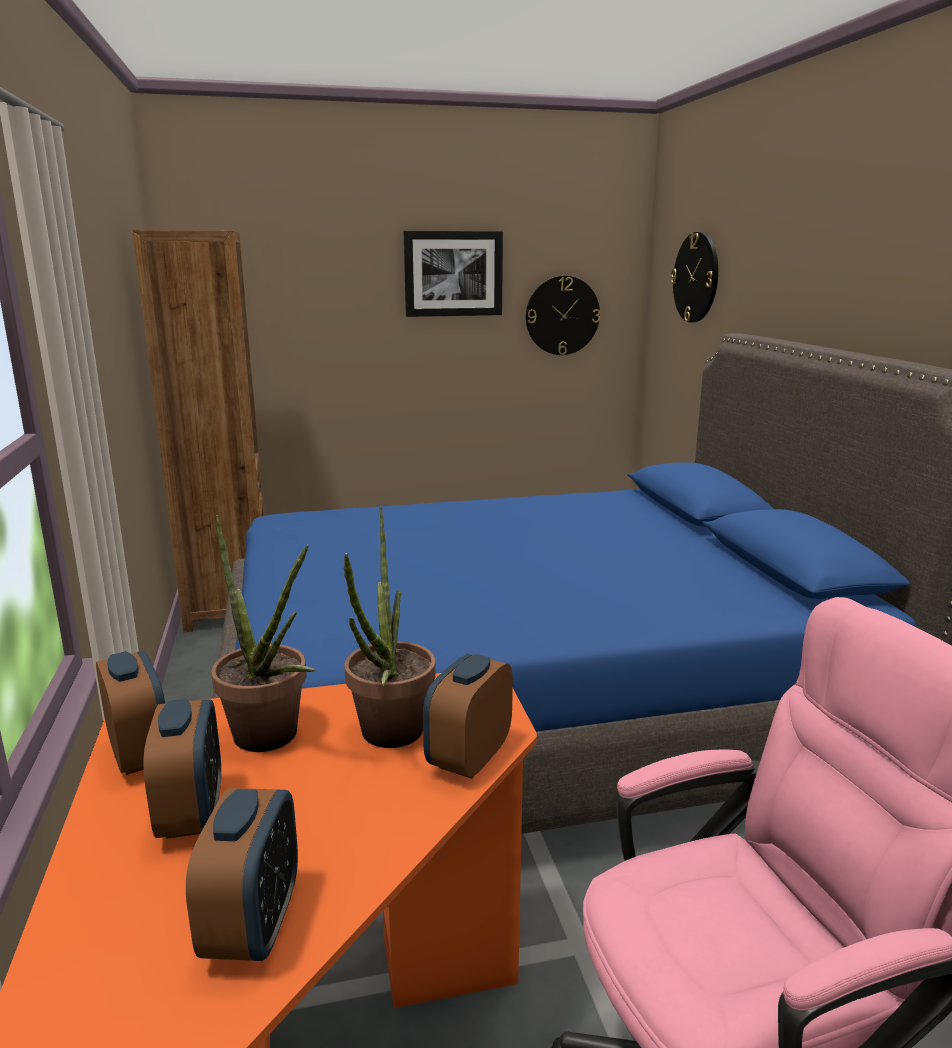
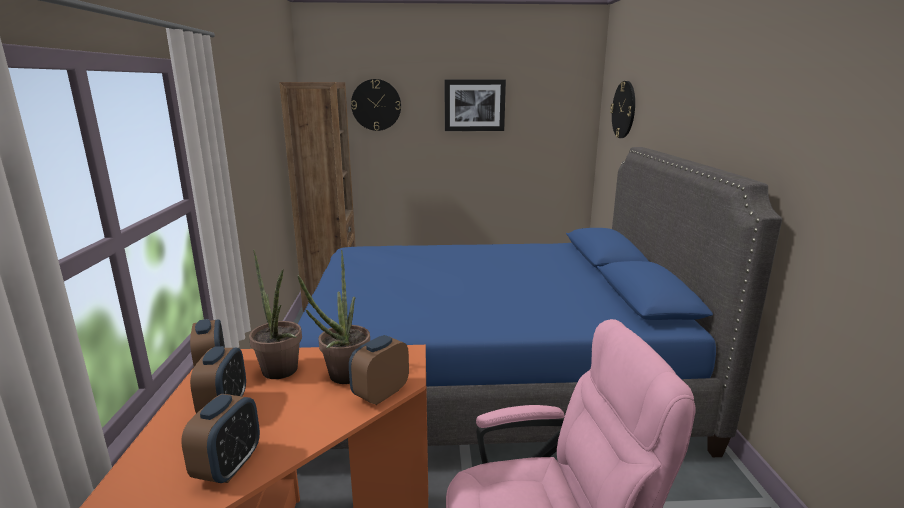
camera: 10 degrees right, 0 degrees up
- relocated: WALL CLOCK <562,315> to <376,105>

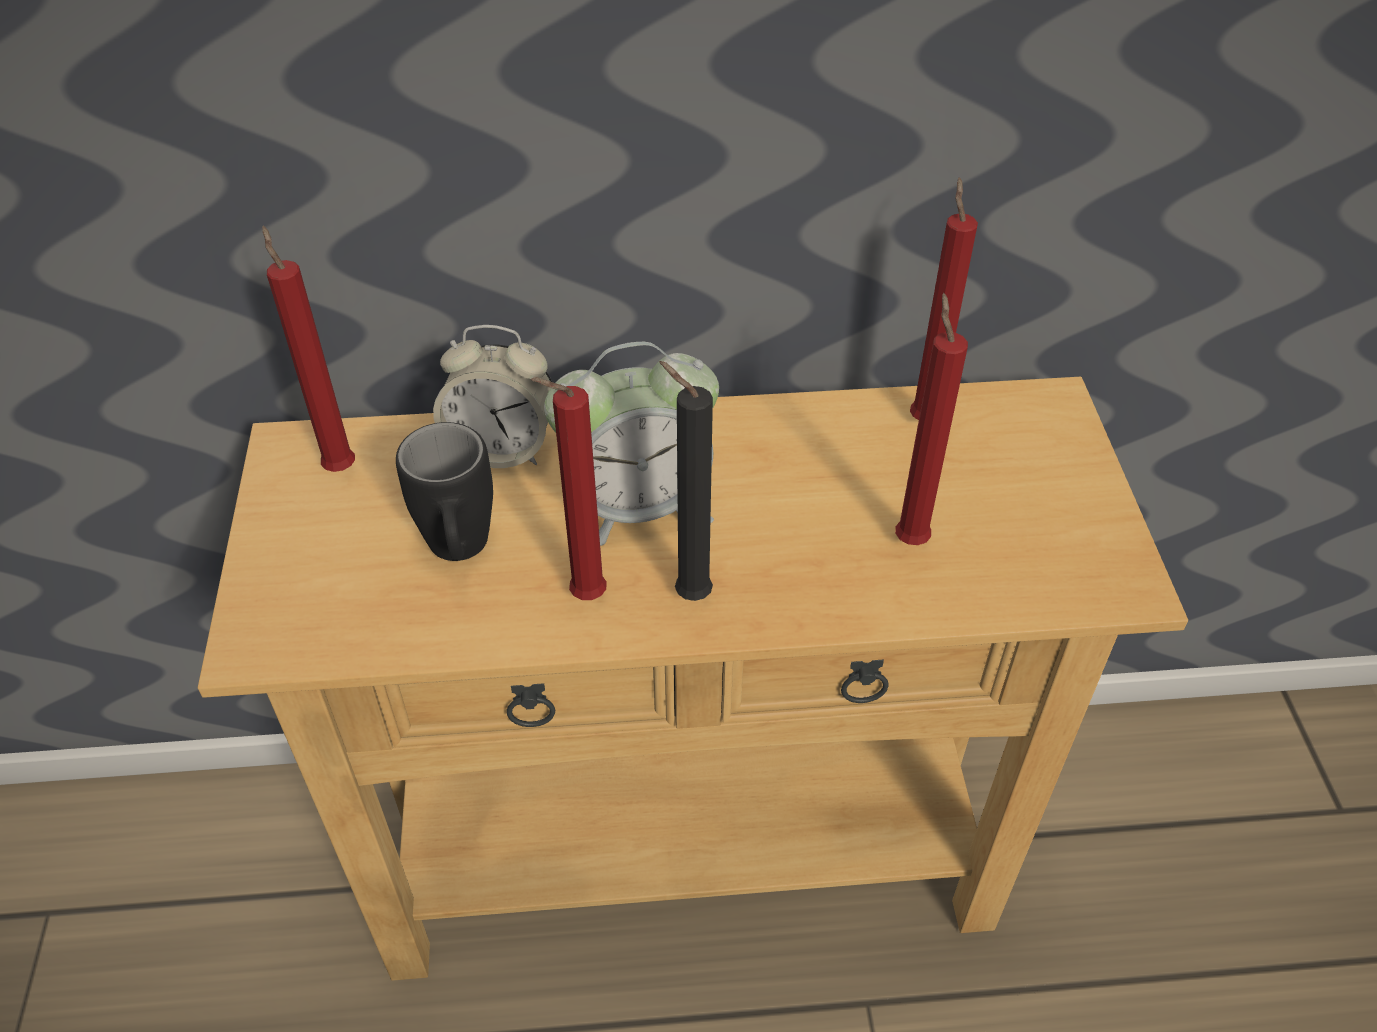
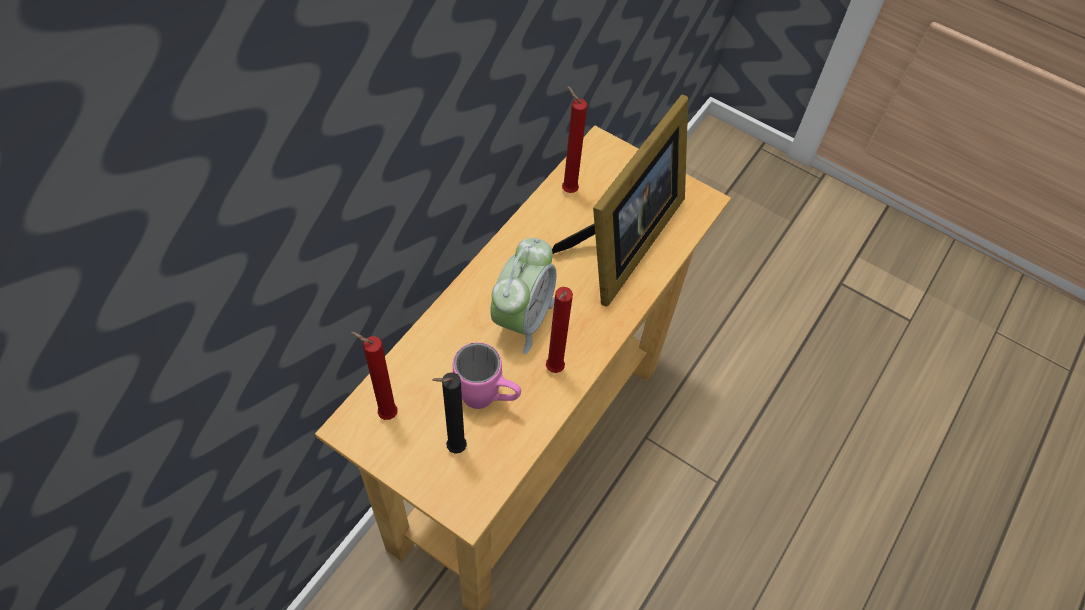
camera: 55 degrees left, 10 degrees up
- exchanged: RED CANDLE <909,537> to PICTURE FRAME <623,243>
- missing: ALARM CLOCK <502,448>
- relocated: BLACK CANDLE <687,593> to <453,448>
- colour: BLACK MUG <460,555> to PINK MUG <488,399>

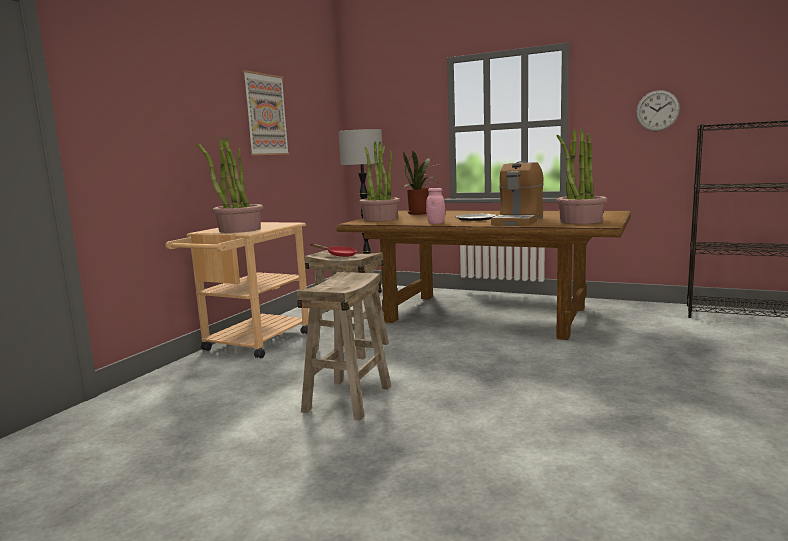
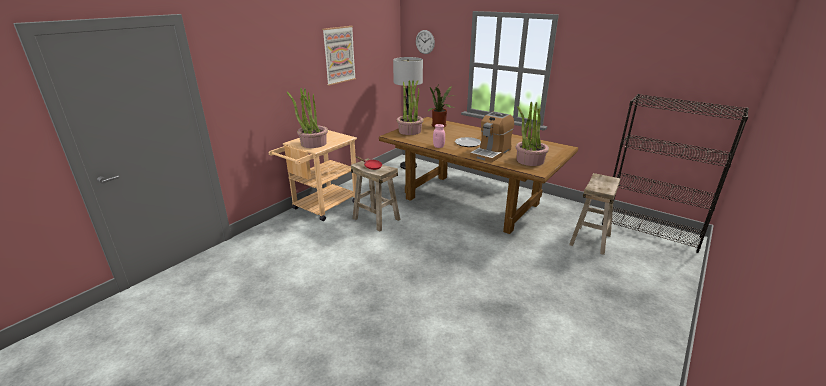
camera: 10 degrees right, 15 degrees up
- relocated: WALL CLOCK <657,110> to <425,42>
- relocated: BEIGE STOOL <348,399> to <590,240>

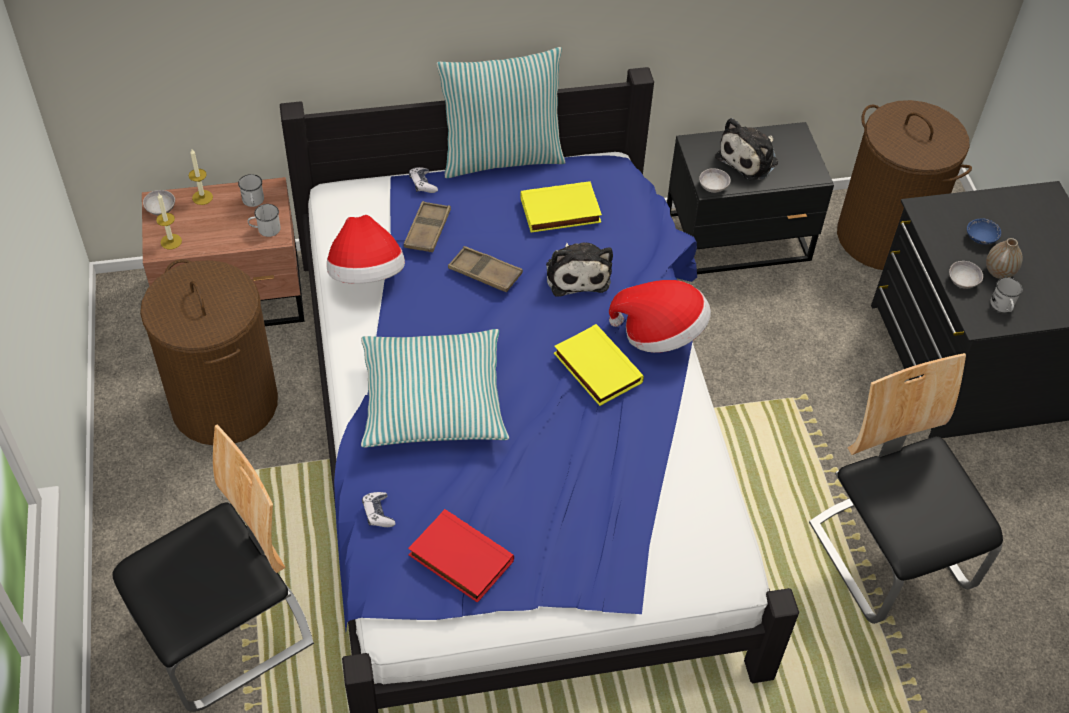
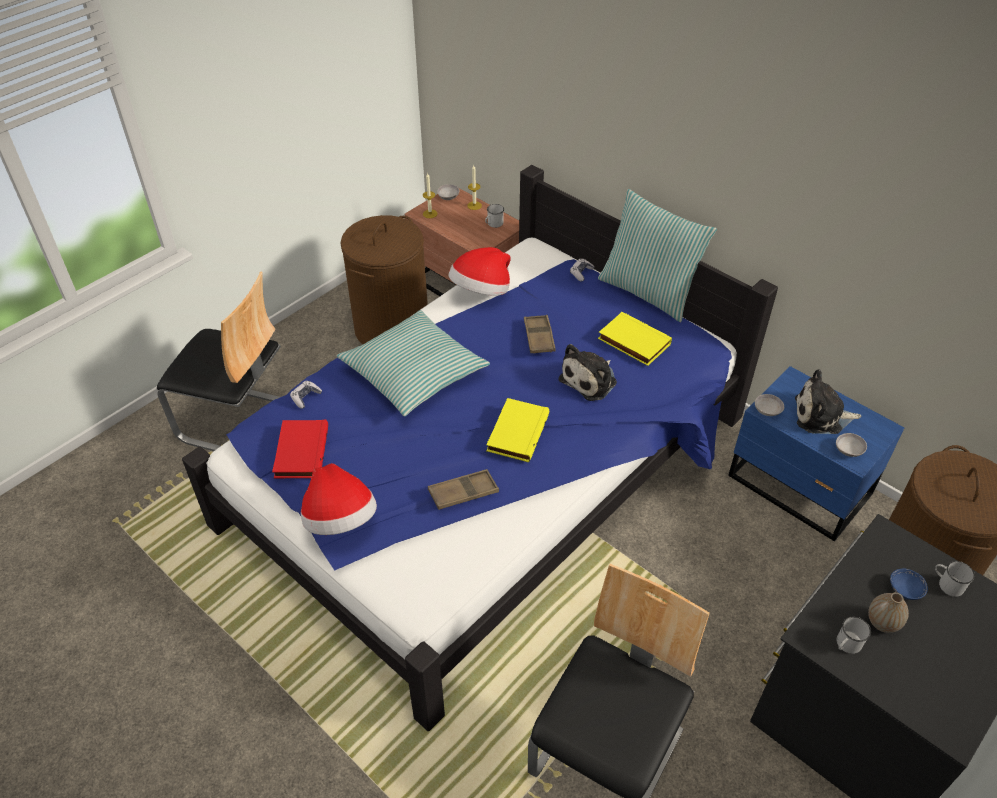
camera: 55 degrees right, 5 degrees down
- colour: BLACK NIGHTSTAND <740,239> to BLUE NIGHTSTAND <800,487>
- relocated: BROWN TRAY <427,230> to <463,492>
- relocated: WHITE MUG <265,229> to <947,584>
- relocated: GREY BOWL <962,281> to <848,450>
- relocated: HAT <660,333> to <340,520>

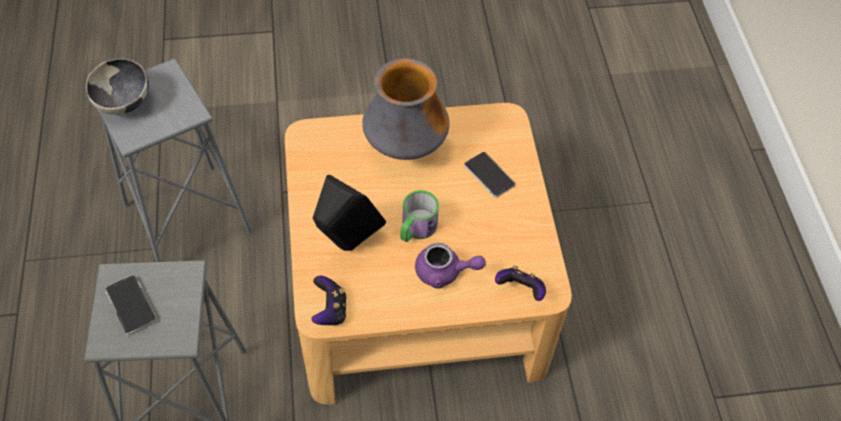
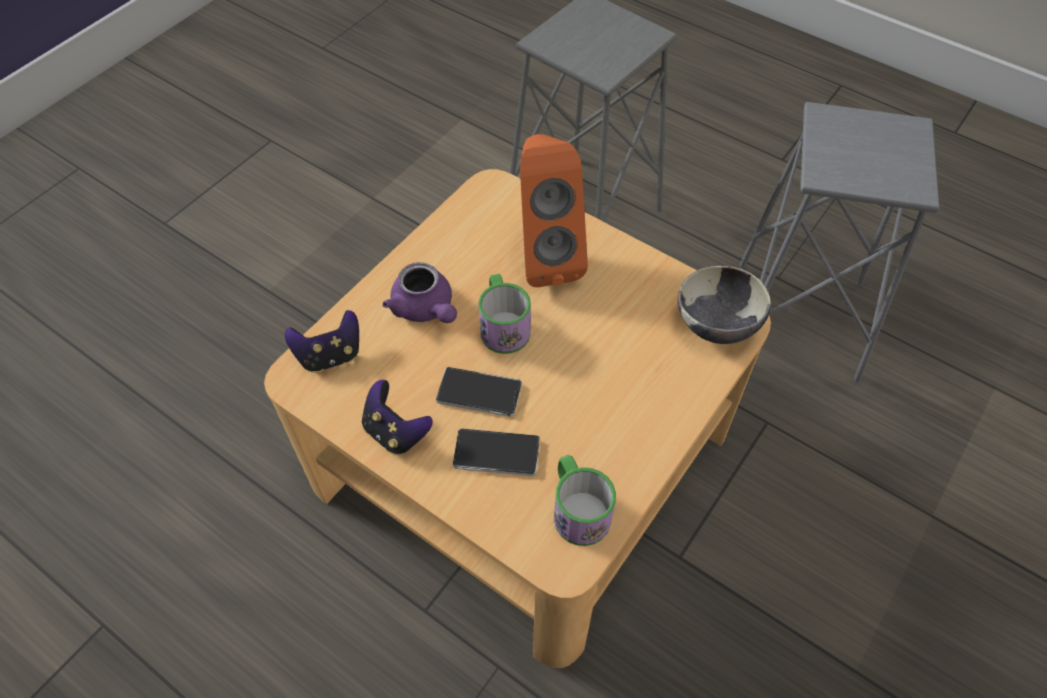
camera: 135 degrees right, 0 degrees up
- relocated: BOWL <124,103> to <716,326>
- missing: VASE <405,148>
- colour: BLACK SPEAKER <348,245> to ORANGE SPEAKER <545,257>
- spun: PURPLE TEAPOT <444,272> = <425,309> 90 degrees counterclockwise
- relocated: PHONE <131,306> to <479,393>
- relocated: GAME CONTROLLER <330,310> to <395,432>
- appeared: MUG <577,508>

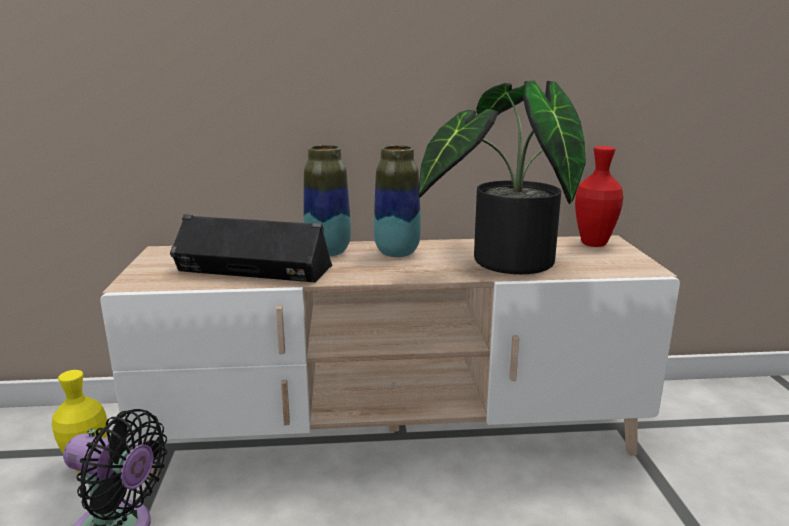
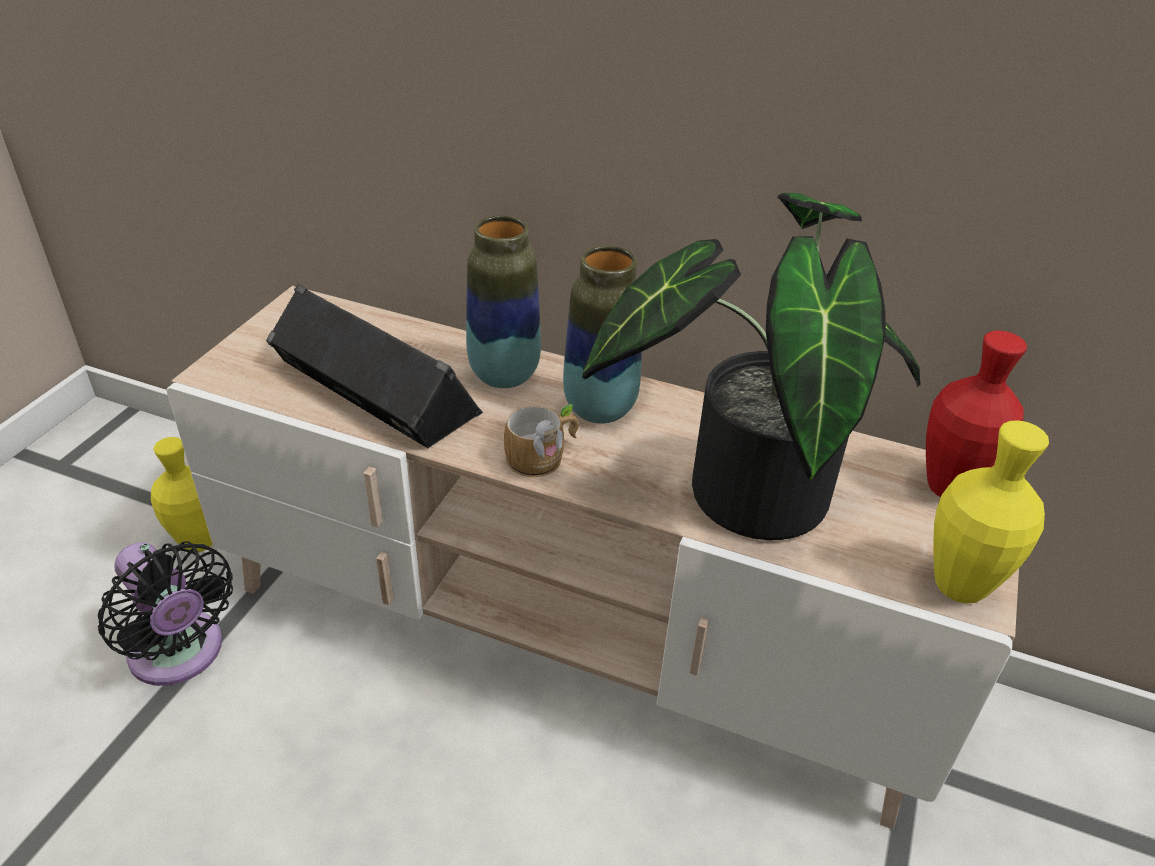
camera: 25 degrees right, 20 degrees up
- appeared: MUG <544,456>
- appeared: YELLOW VASE <959,586>

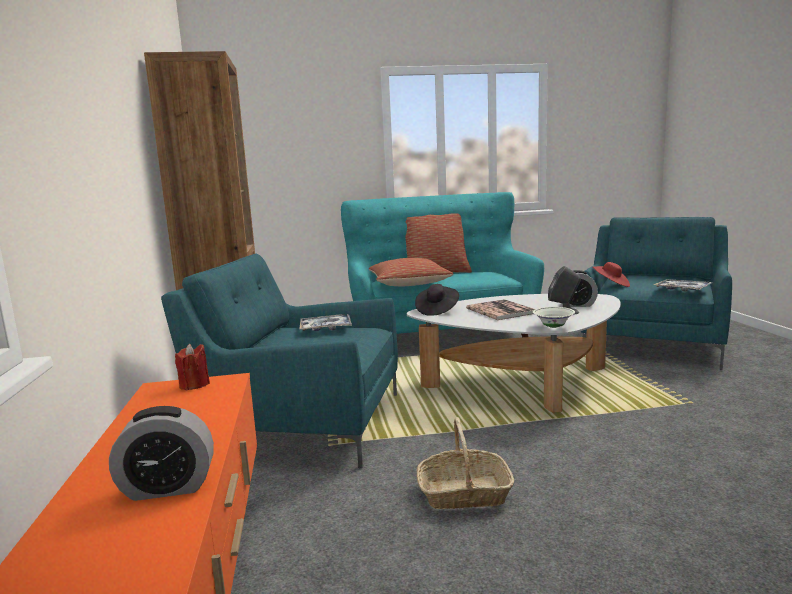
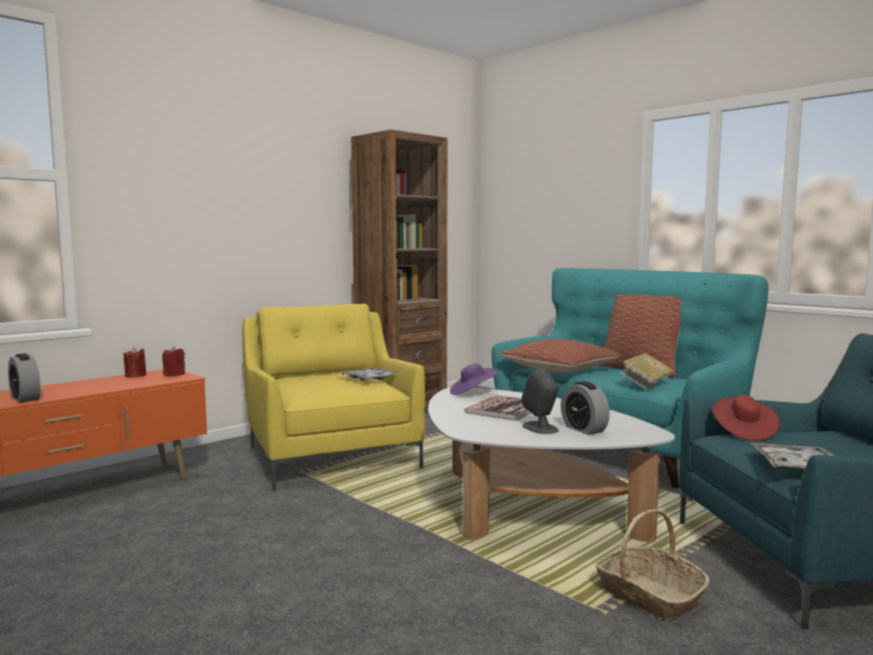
camera: 55 degrees right, 5 degrees down
- colour: TURQUOISE ARMCHAIR <302,423> to YELLOW ARMCHAIR <331,455>
- colour: BLACK HAT <437,310> to PURPLE HAT <472,393>
- missing: WHITE BOWL <553,327>
- relocated: BASKET <464,493> to <649,595>
- appeared: RED CANDLE <135,376>
- appeared: BOOK <646,384>

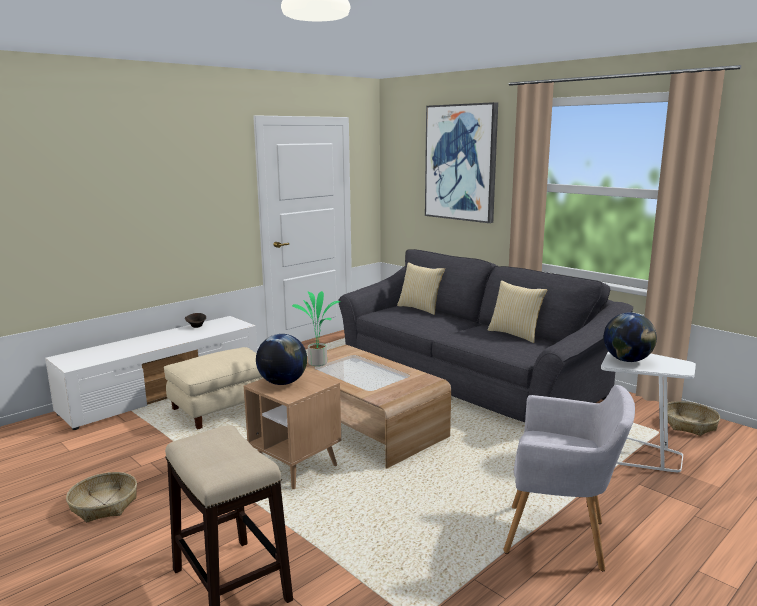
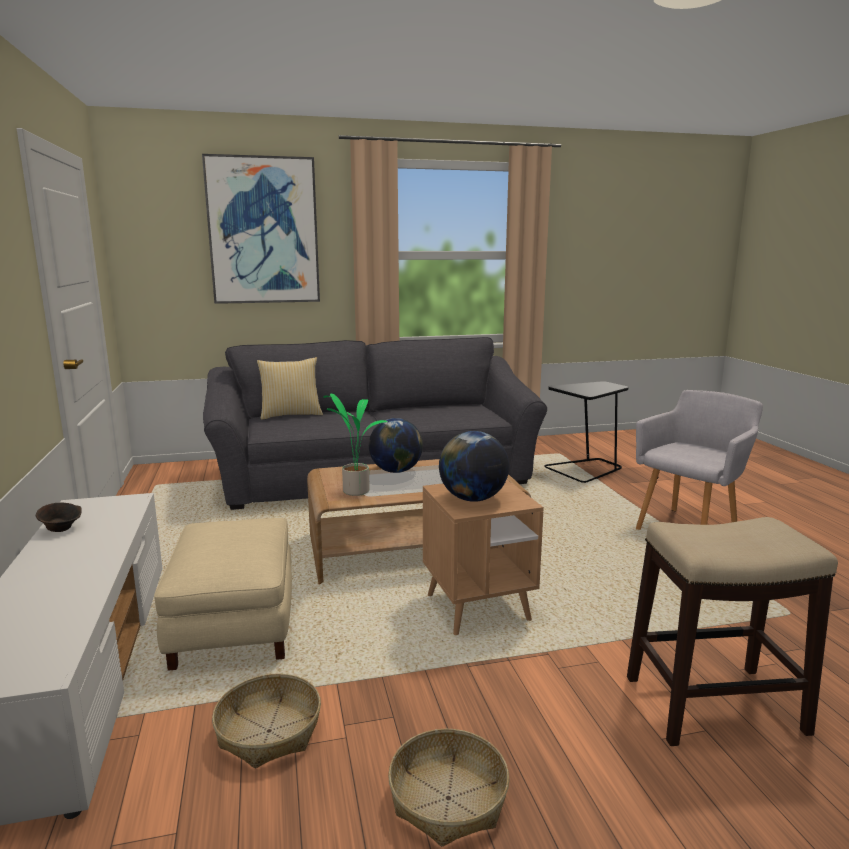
camera: 60 degrees left, 0 degrees up
- missing: PILLOW <515,334>
- relocated: GLOBE <627,360> to <396,471>
- colour: WHITE SIDE TABLE <635,454> to BLACK SIDE TABLE <585,470>
- relocated: BASKET <689,424> to <268,731>

